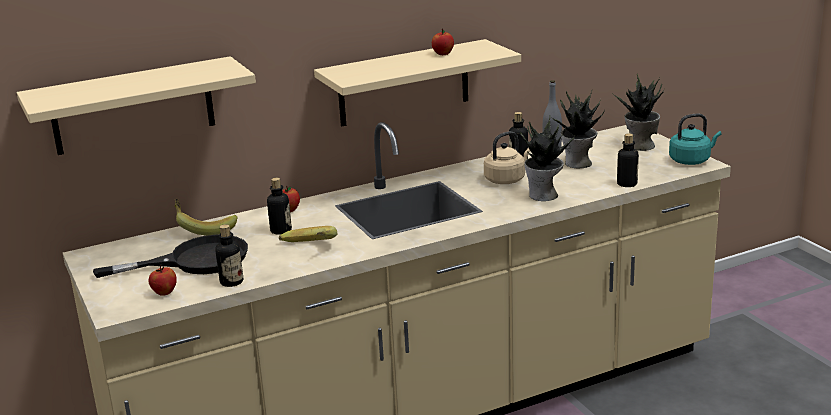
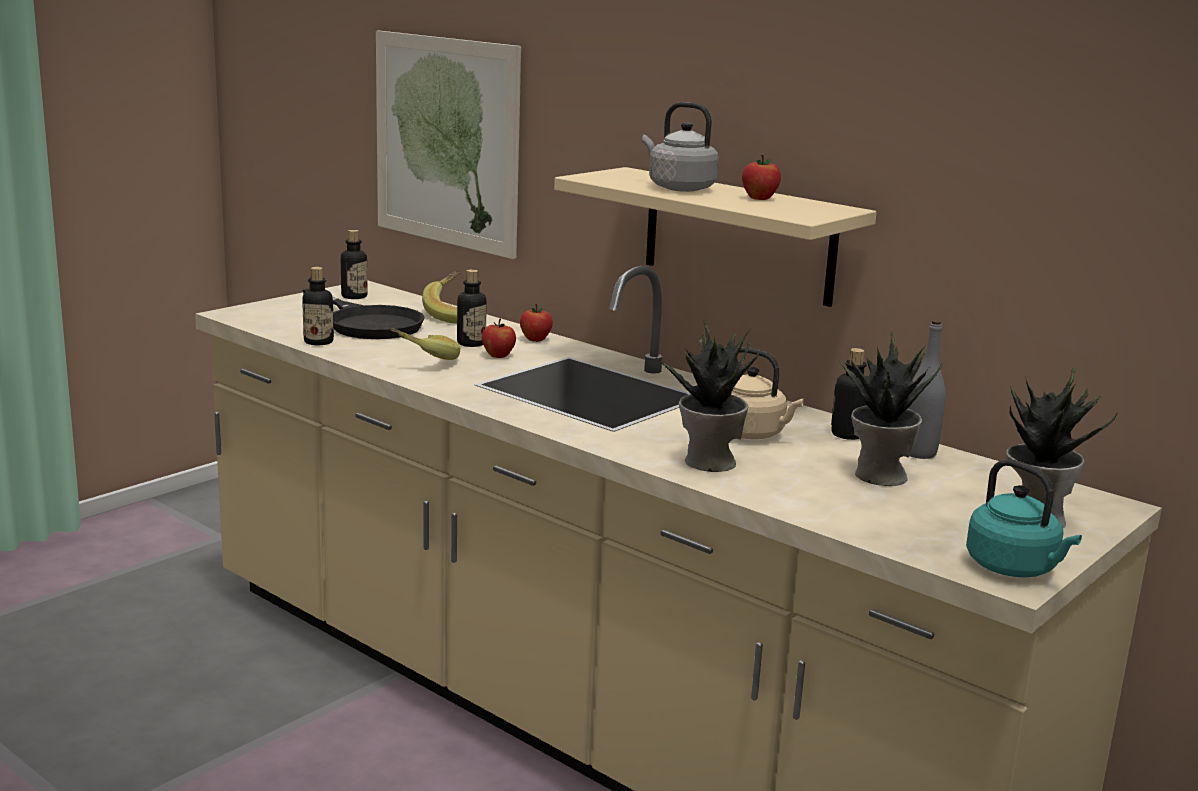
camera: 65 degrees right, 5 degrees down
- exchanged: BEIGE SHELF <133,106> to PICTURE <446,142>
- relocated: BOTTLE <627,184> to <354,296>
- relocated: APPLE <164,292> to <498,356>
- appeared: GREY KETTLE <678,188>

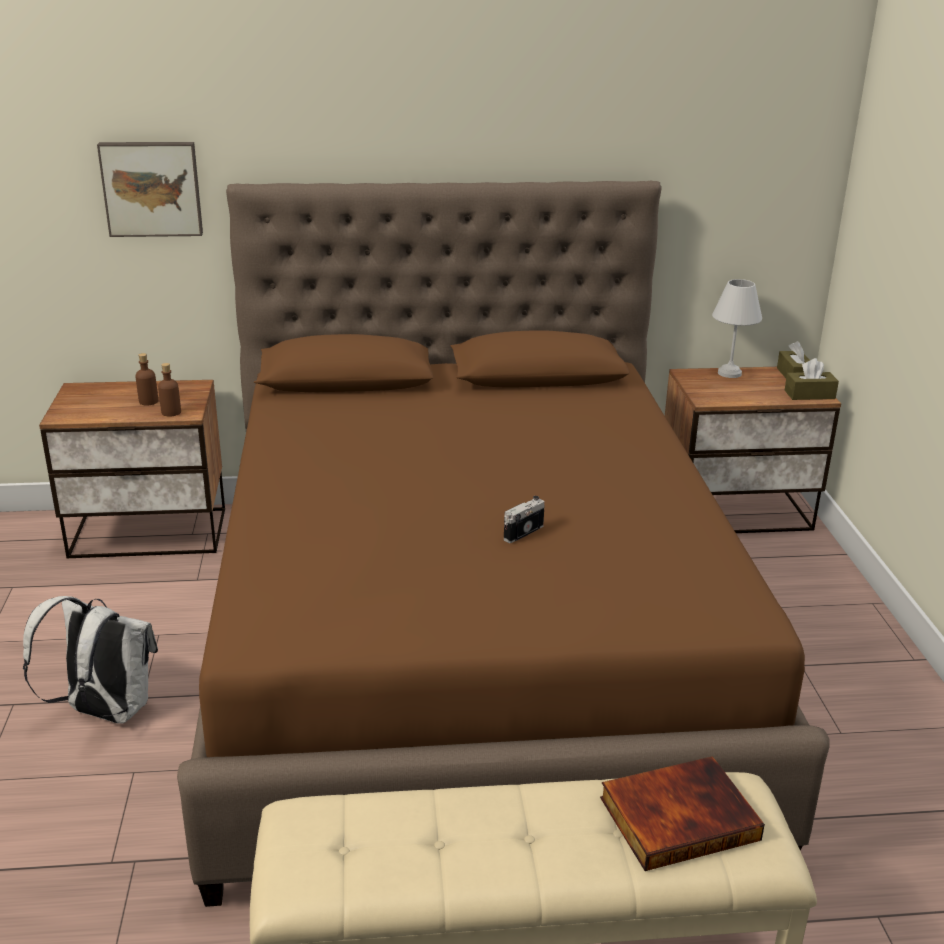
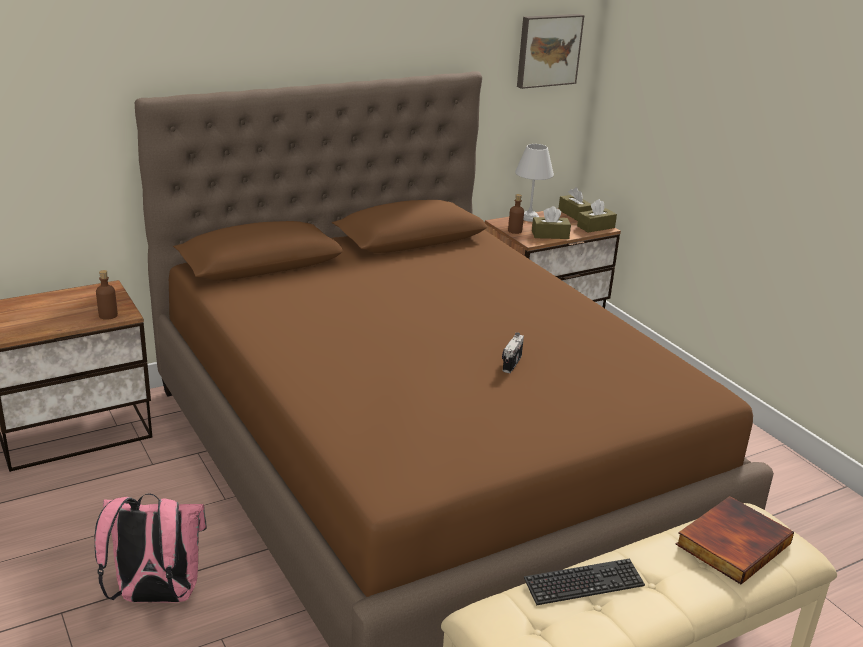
camera: 25 degrees left, 0 degrees up
- relocated: PICTURE <152,188> to <548,50>
- relocated: BROWN BOTTLE <148,401> to <515,231>
- colour: WHITE BACKPACK <104,712> to PINK BACKPACK <155,596>
- appeared: BROWN TISSUE BOX <550,235>
- appeared: KEYBOARD <584,584>

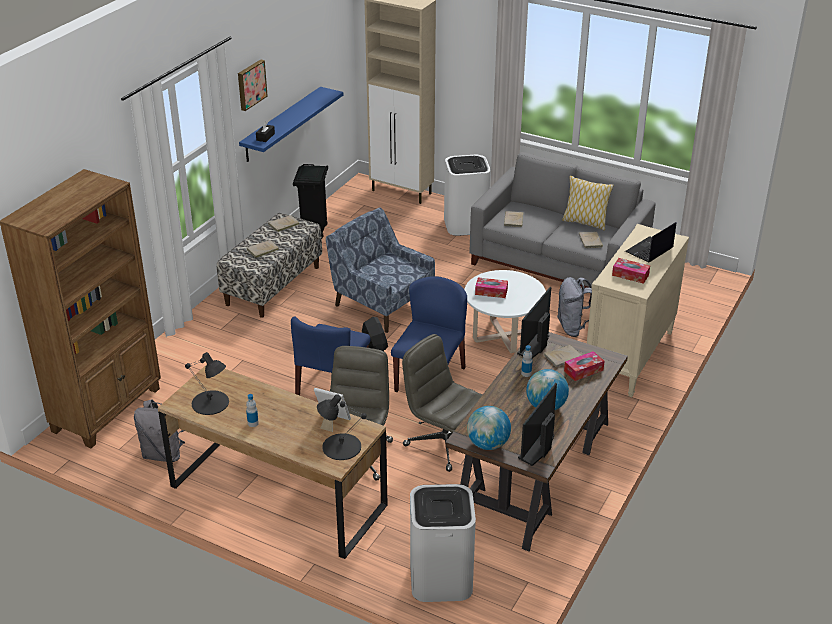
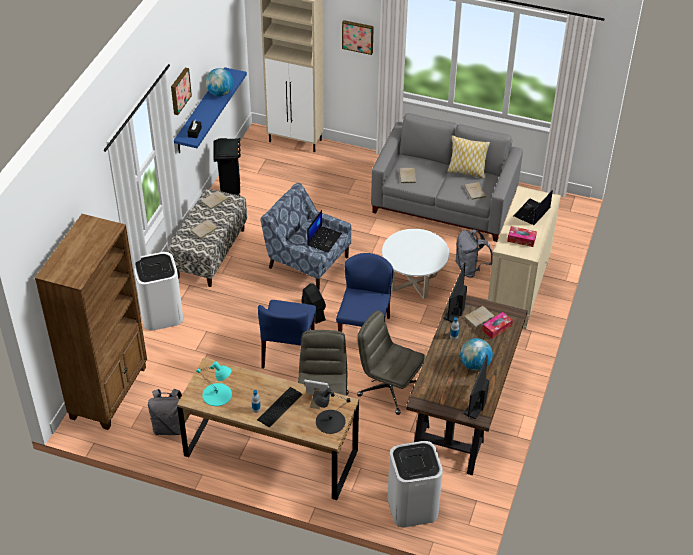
camera: 10 degrees left, 10 degrees up
- relocated: WHITE TRASH CAN <466,225> to <161,314>
- missing: TISSUE BOX <491,292>
- colour: BLACK TABLE LAMP <210,403> to TURQUOISE TABLE LAMP <217,395>
- relocated: GLOBE <488,444> to <220,93>
- appeared: PICTURE <358,36>
- appeared: LAPTOP <324,239>
- appeared: KEYBOARD <278,407>

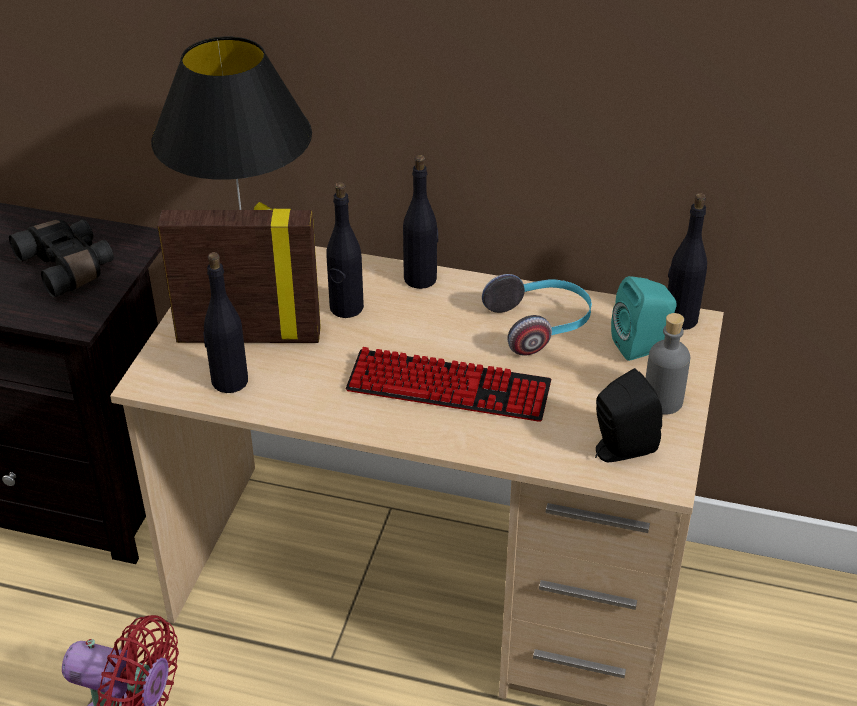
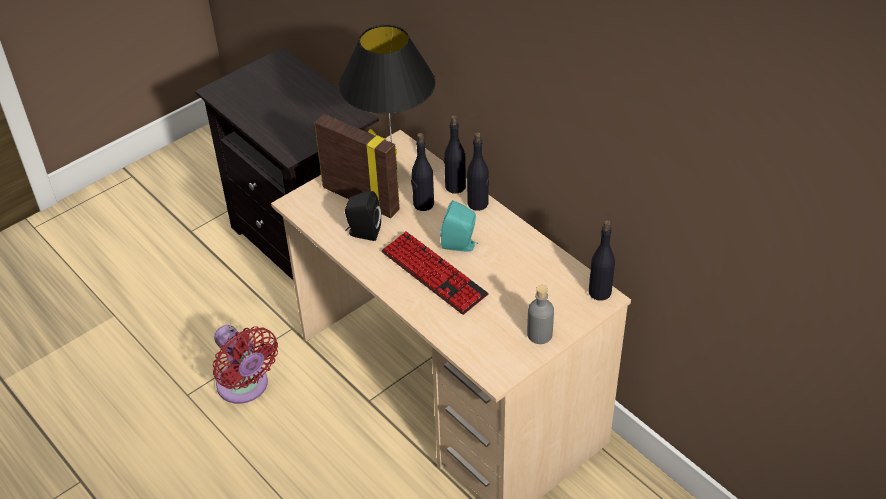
camera: 35 degrees right, 5 degrees up
- missing: BLACK BINOCULARS <69,267>
- relocated: BLACK BOTTLE <229,381> to <455,186>
- missing: HEADPHONES <540,326>
- relocated: TURQUOISE SPEAKER <642,346> to <460,245>
- relocated: BLACK SPEAKER <619,449> to <363,232>

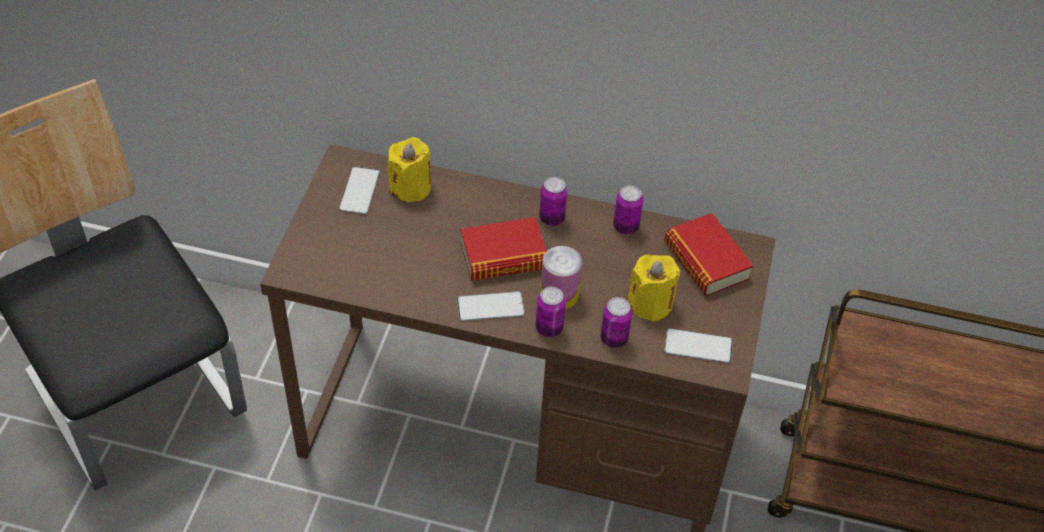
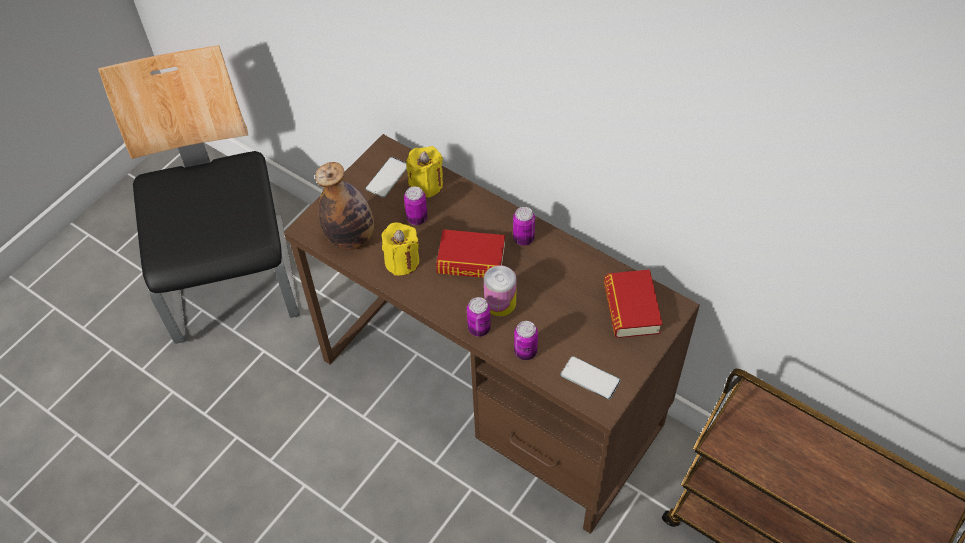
camera: 25 degrees right, 5 degrees up
- relocated: CAN <626,227> to <417,218>
- relocated: YELLOW CANDLE <650,303> to <402,261>
- missing: PHONE <490,307>
- appeared: BOTTLE <351,238>

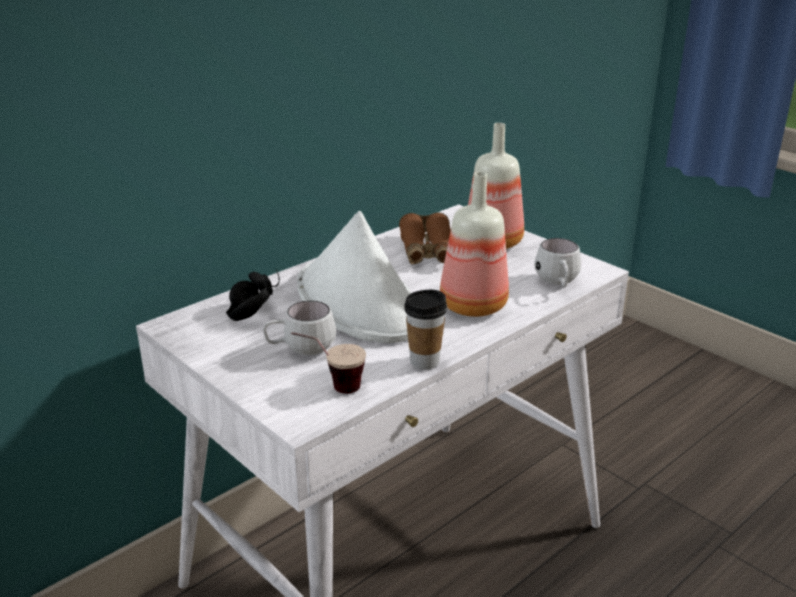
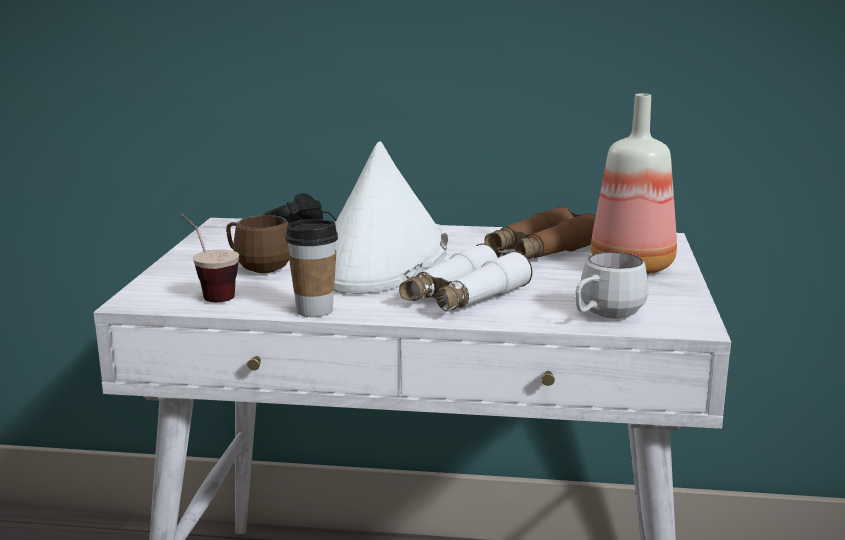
camera: 50 degrees right, 10 degrees down
- exchanged: BOTTLE <472,307> to WHITE BINOCULARS <464,297>
- colour: WHITE MUG <300,350> to BROWN MUG <257,267>

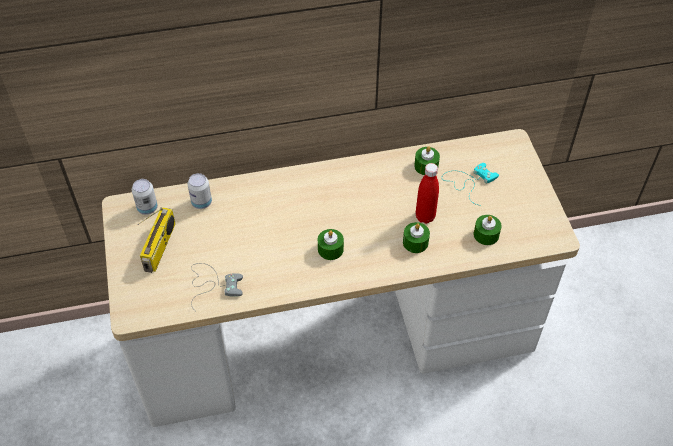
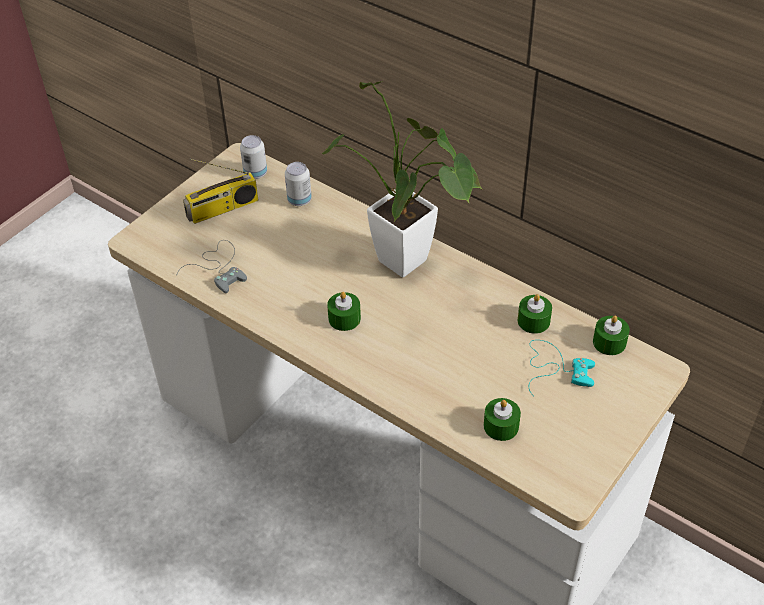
camera: 50 degrees right, 5 degrees down
- missing: RED BOTTLE <425,217>
- relocated: GREEN CANDLE <415,242> to <609,342>
- appeared: POTTED PLANT <410,267>

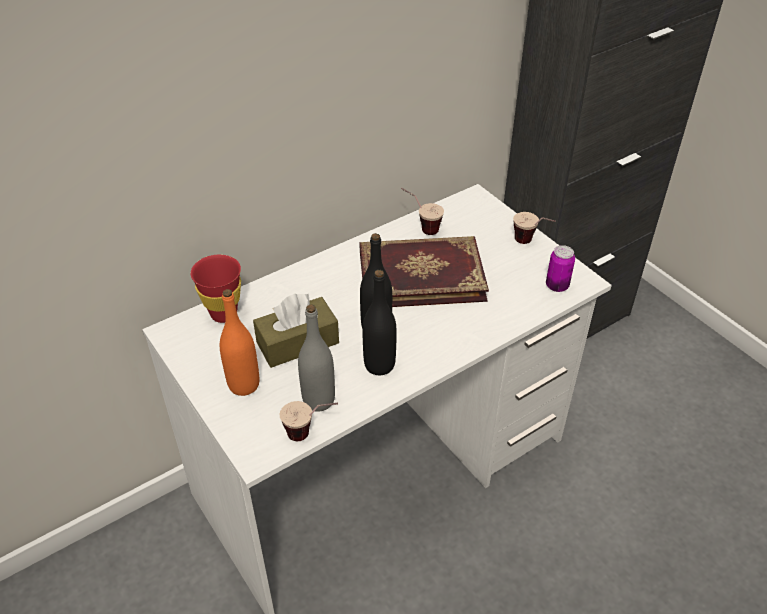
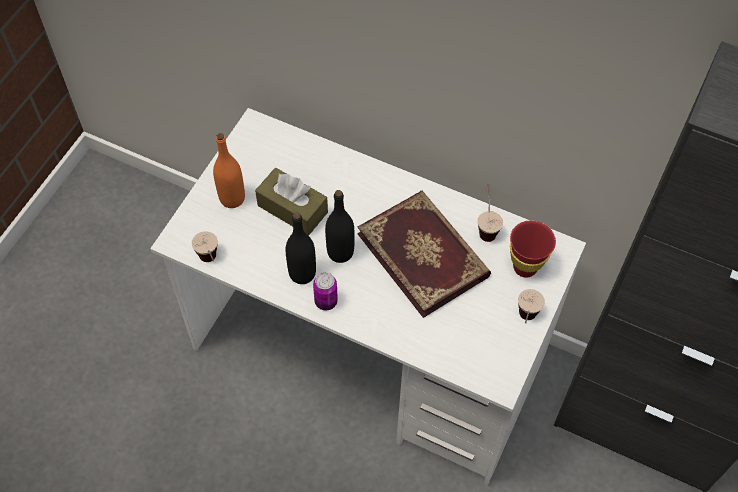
camera: 60 degrees right, 15 degrees up
- relocated: CAN <557,286> to <326,301>
- relocated: RED CUP <224,314> to <525,267>
- missing: GREY BOTTLE <318,400>

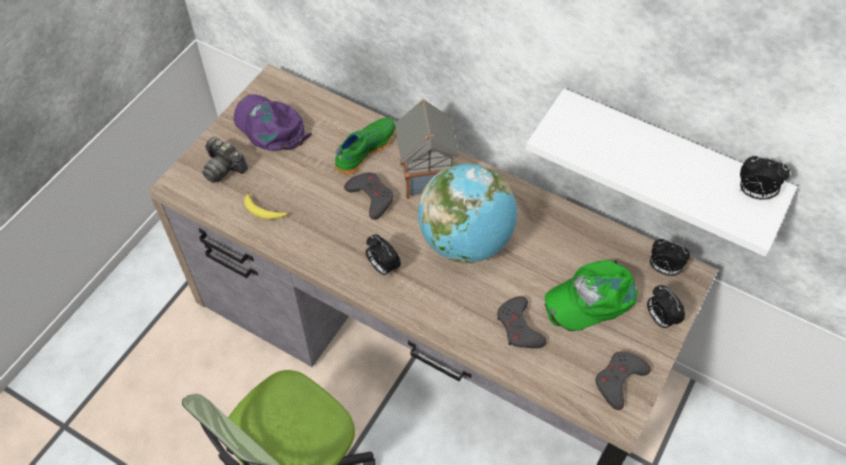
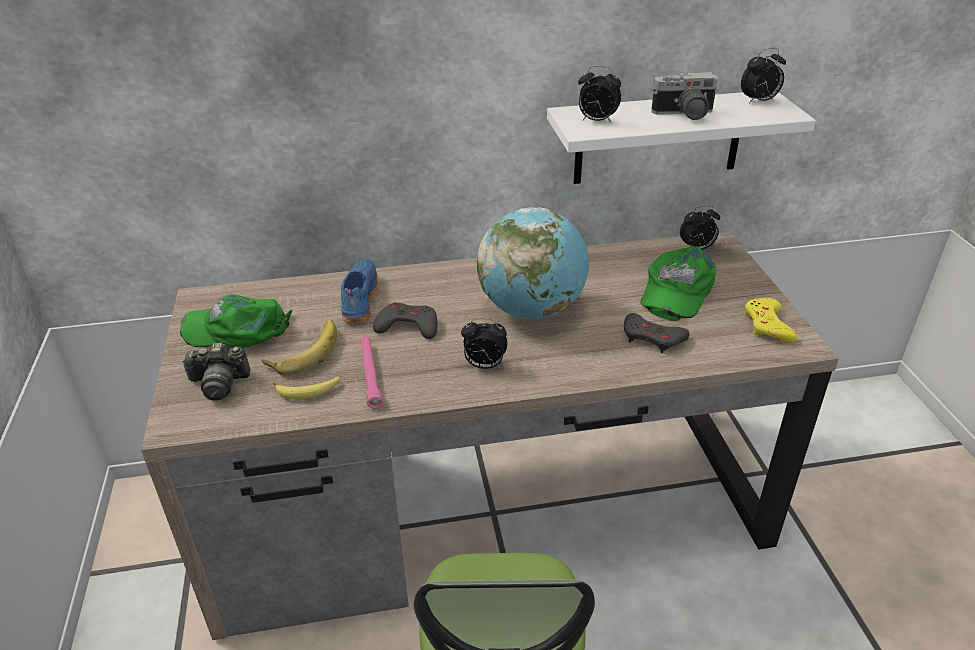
camera: 40 degrees left, 20 degrees down
- colour: PURPLE CAP <270,127> to GREEN CAP <237,329>
- missing: TOY HOUSE <425,176>
- colour: GREEN SHOE <364,149> to BLUE SHOE <358,299>
- relocated: ALARM CLOCK <660,318> to <596,121>
- colour: GREY GAME CONTROLLER <619,380> to YELLOW GAME CONTROLLER <767,325>
- appeared: PHOTO CAMERA <684,115>
- appeared: BANANA <304,351>
- appeared: PINK FLASHLIGHT <370,375>

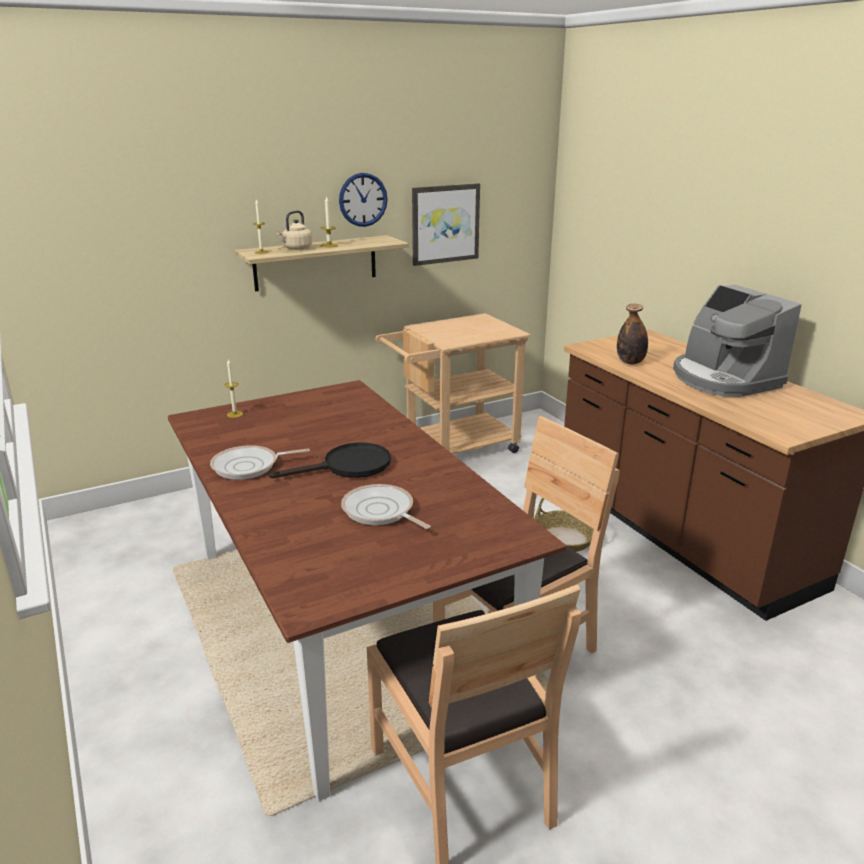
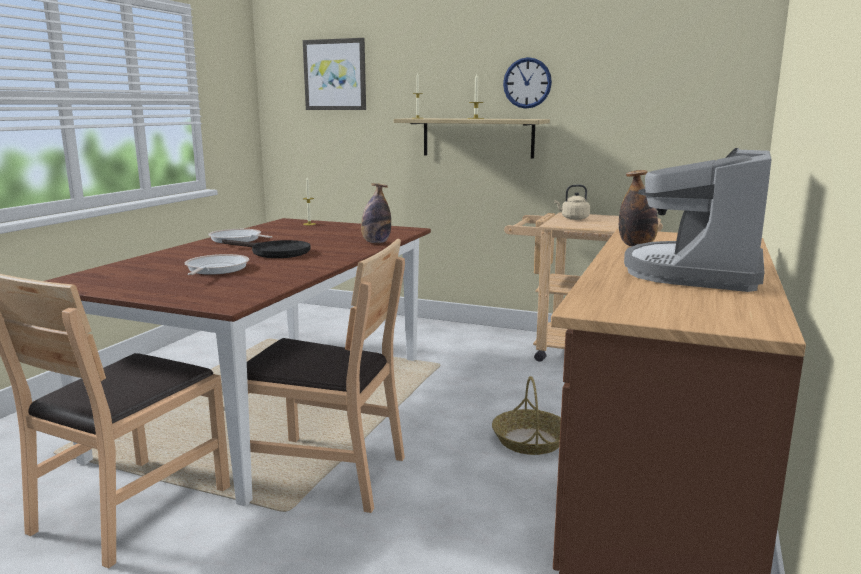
camera: 50 degrees right, 10 degrees down
- relocated: PICTURE <445,224> to <335,75>
- relocated: BEIGE KETTLE <296,248> to <573,218>
- appeared: BOTTLE <376,242>

